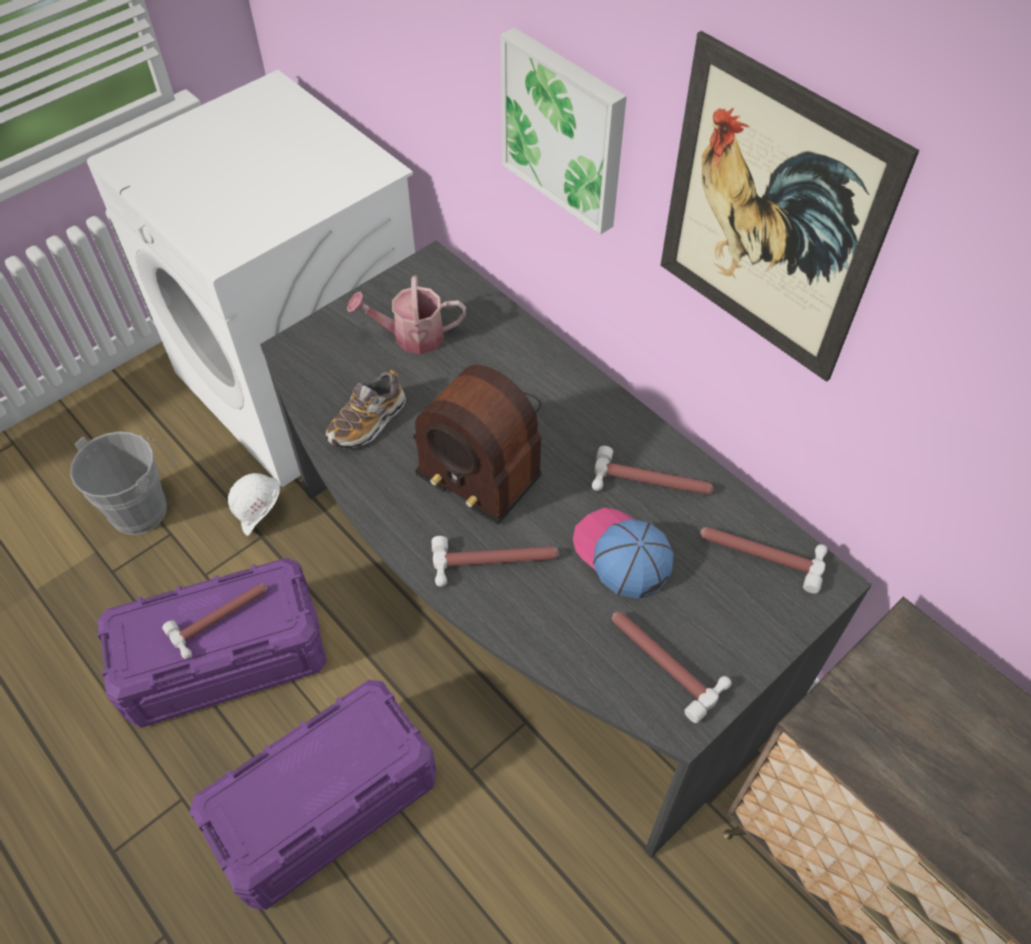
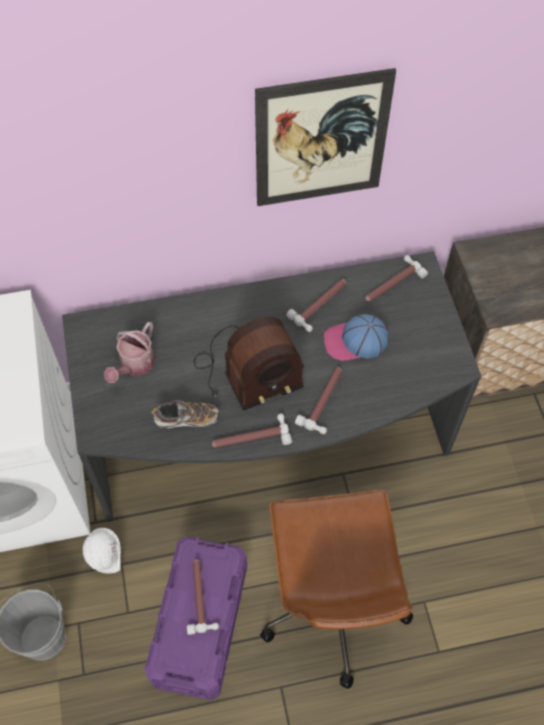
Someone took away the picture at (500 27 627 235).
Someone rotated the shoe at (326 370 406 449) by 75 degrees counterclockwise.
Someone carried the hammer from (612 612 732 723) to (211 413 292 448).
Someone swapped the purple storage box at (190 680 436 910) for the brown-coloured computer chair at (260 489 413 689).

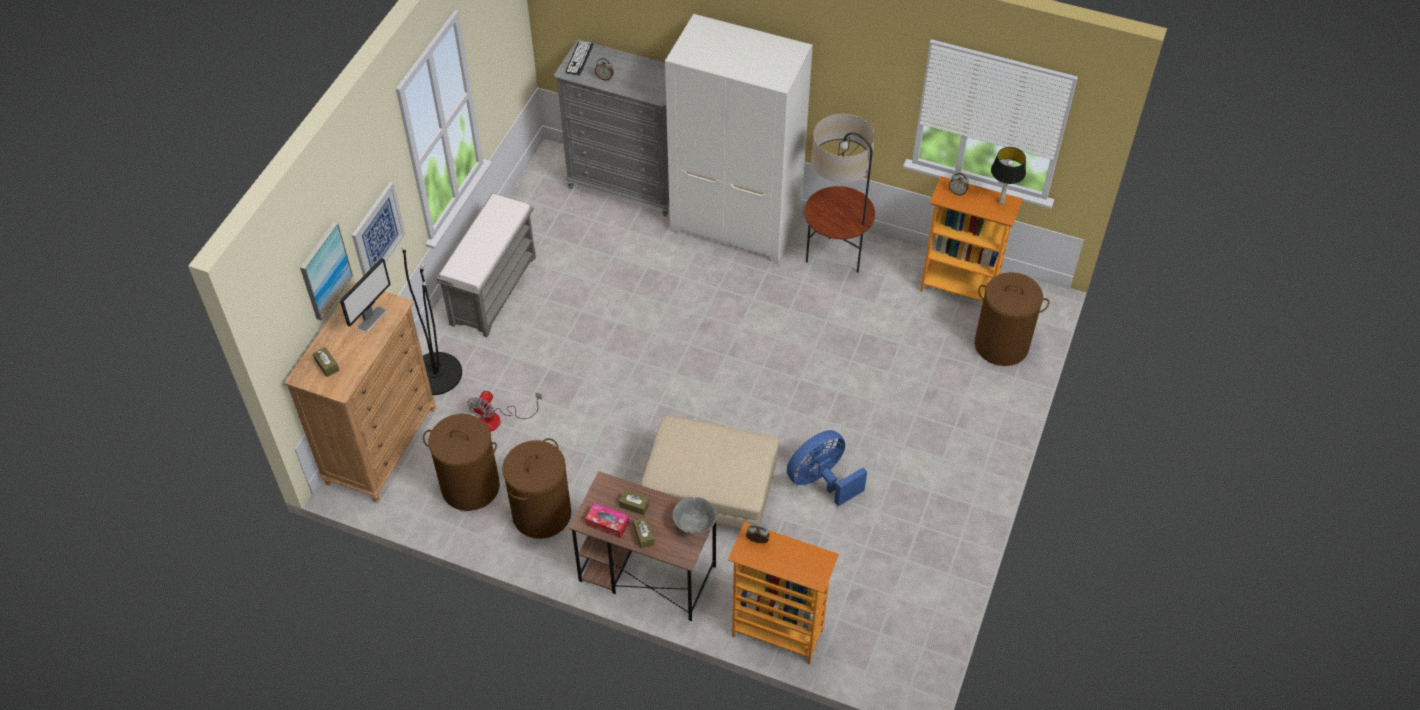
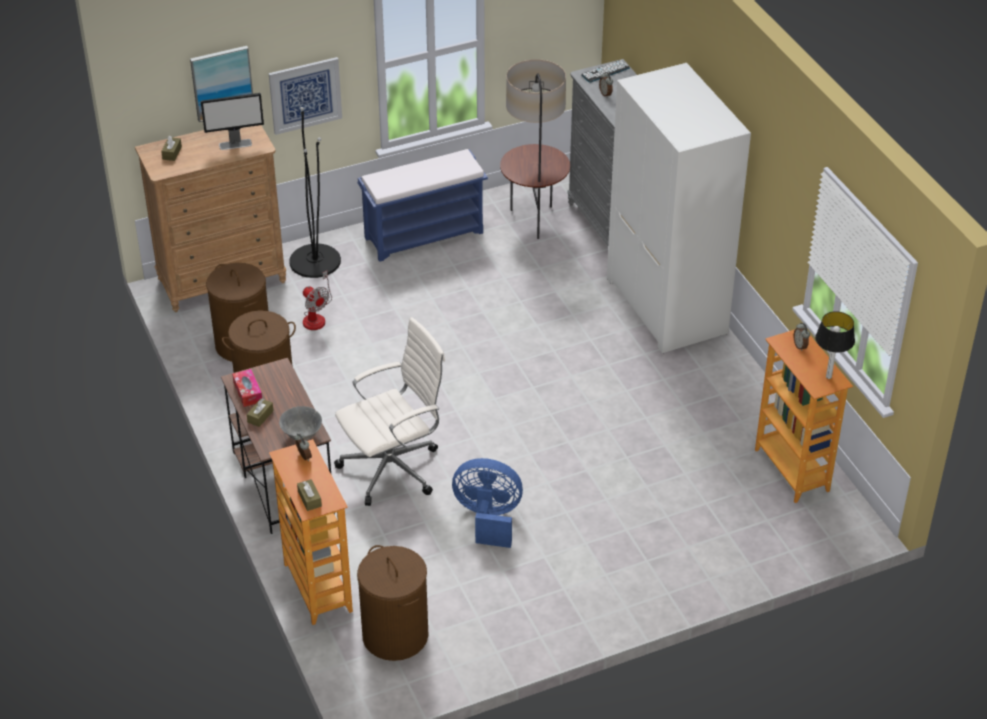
Someone carried the floor lamp from (804 114 875 273) to (500 59 570 239).
Someone repainted the grey bench at (436 193 536 337), which became the bluish bench at (358 149 488 262).
Someone carried the brown-coloured laundry basket from (975 272 1049 366) to (357 545 428 661).
Someone rotated the fan at (467 391 542 431) by 105 degrees counterclockwise.
Someone swapped the beige ottoman at (641 416 779 529) for the white-coloured computer chair at (334 317 445 506).
Someone carried the brown-coloured tissue holder from (619 490 649 515) to (297 479 322 511).

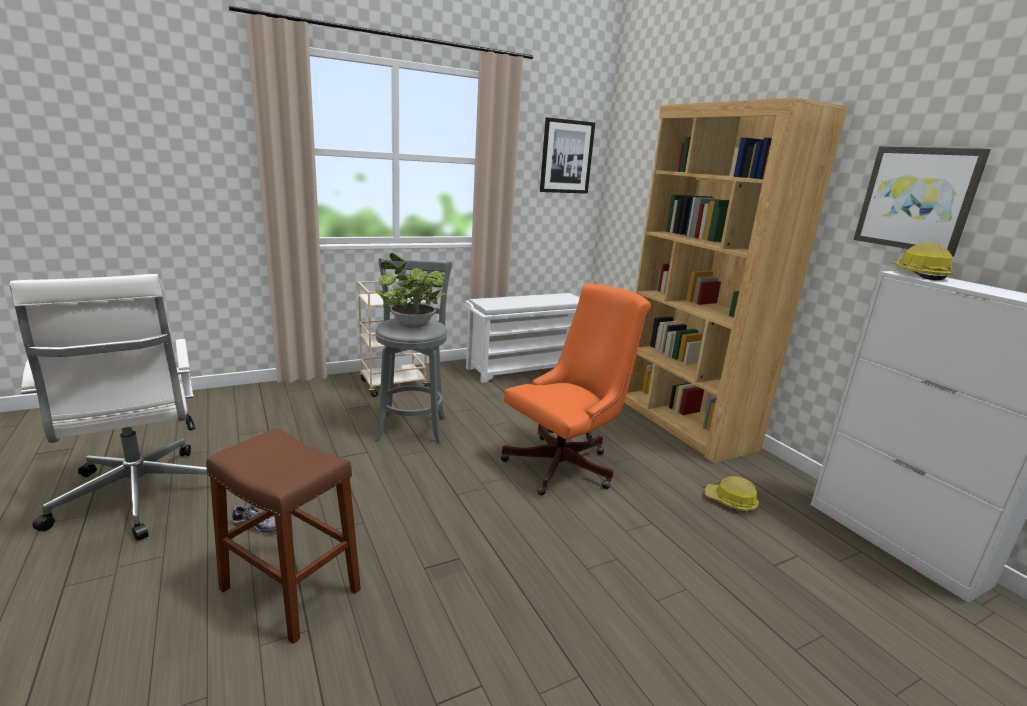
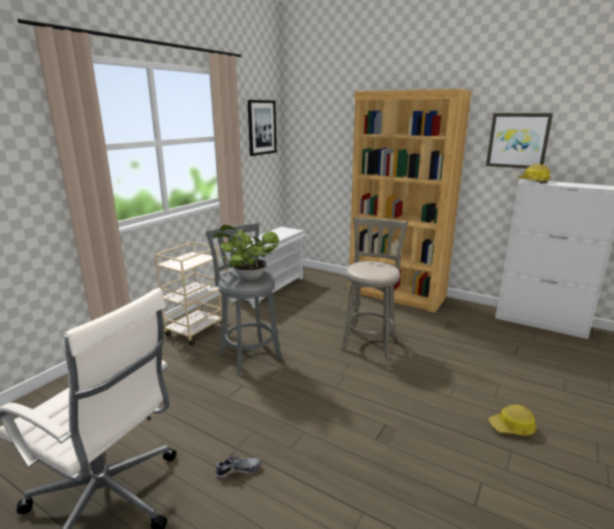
Someone swapped the orangey computer chair at (501 283 651 495) for the grey sitting stool at (340 217 408 360).
Someone took away the brown-coloured sitting stool at (206 428 361 644).
Someone carried the safety helmet from (705 476 759 511) to (489 404 537 435).

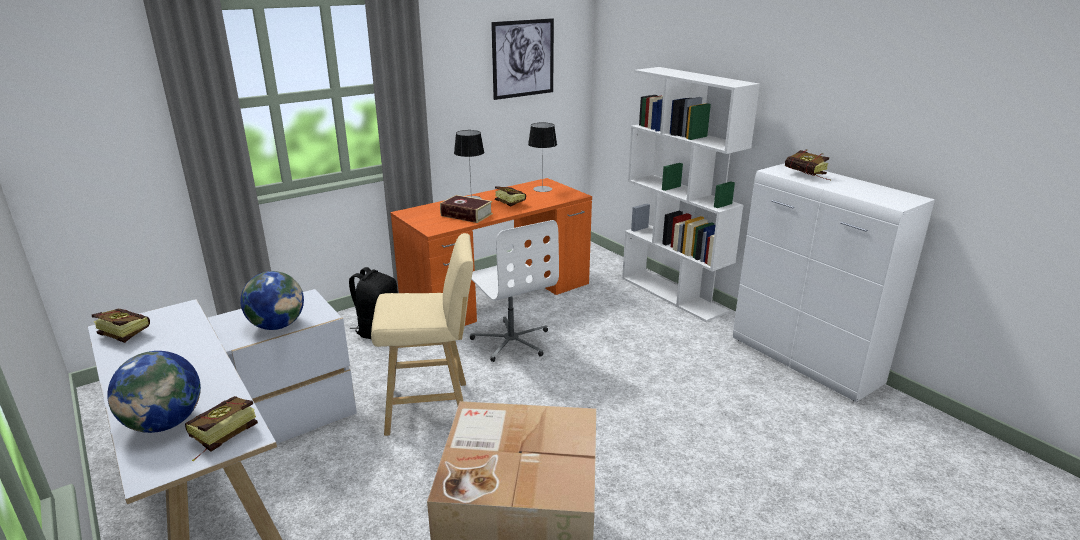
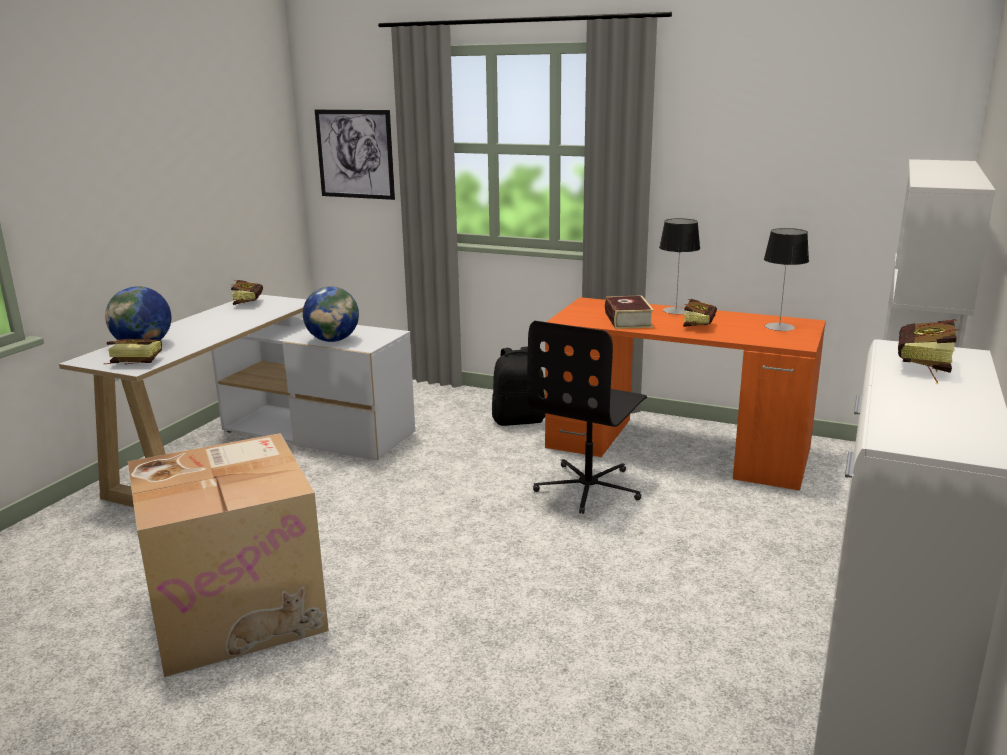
Someone carried the picture from (491 18 554 100) to (315 109 395 200).
Someone repainted the white-coloured computer chair at (470 220 559 362), which became the black computer chair at (527 321 647 514).
Someone took away the beige sitting stool at (371 233 473 436).

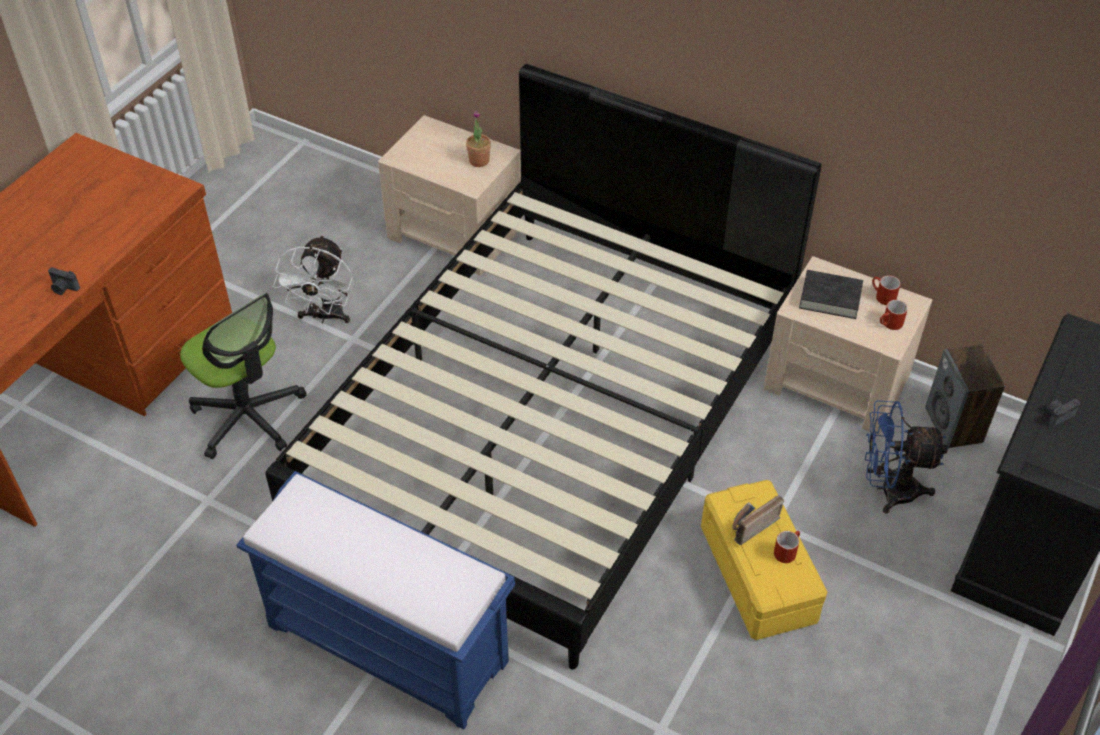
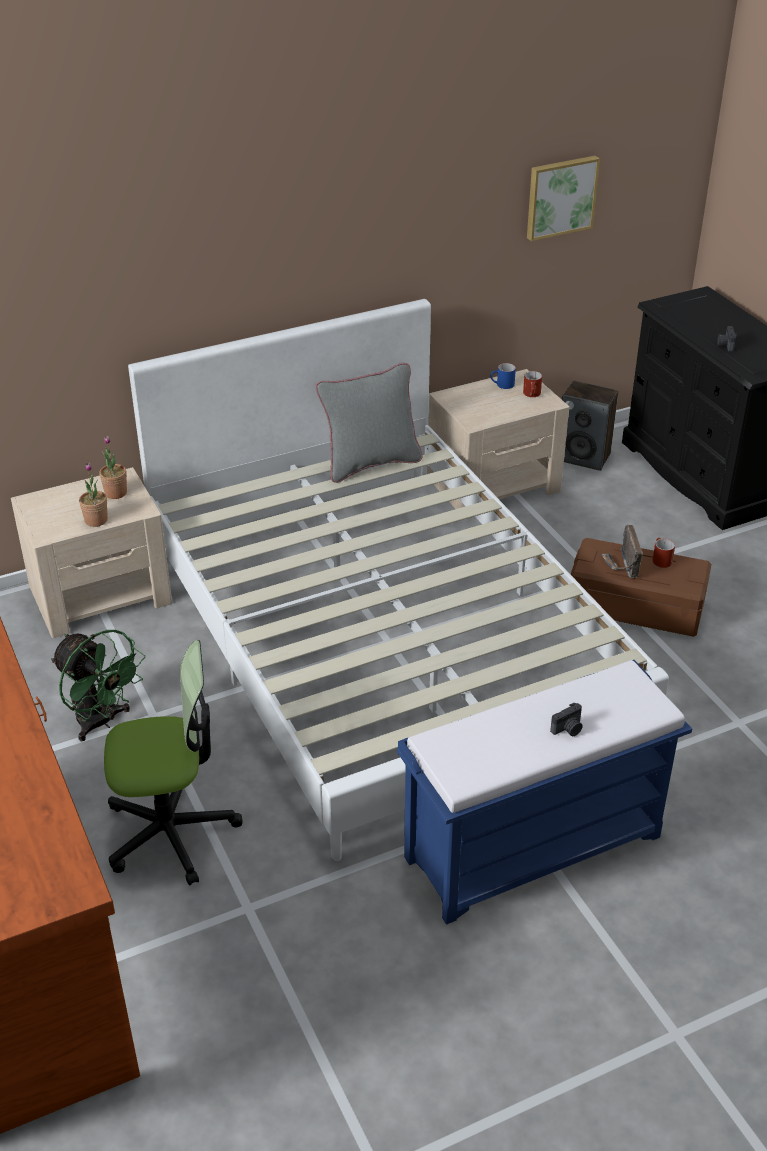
Someone repainted the black bed at (265 64 822 670), which became the white-coloured bed at (128 299 669 861).
Someone repainted the white-coloured fan at (273 235 354 324), which became the green fan at (51 630 145 741).
Someone carried the photo camera from (48 267 80 295) to (550 702 583 736).
Someone took away the black volume at (799 270 863 319).
Someone repainted the red-coloured mug at (872 275 901 305), which became the bluish mug at (490 363 516 389).
Someone took away the bluish fan at (865 400 948 514).
Someone repainted the yellow storage box at (701 480 827 640), which became the brown-coloured storage box at (571 538 712 637).
Someone put up the picture at (527 156 600 241).
Someone put down the grey cushion at (316 363 423 483).
Someone put down the potted plant at (79 463 108 527).

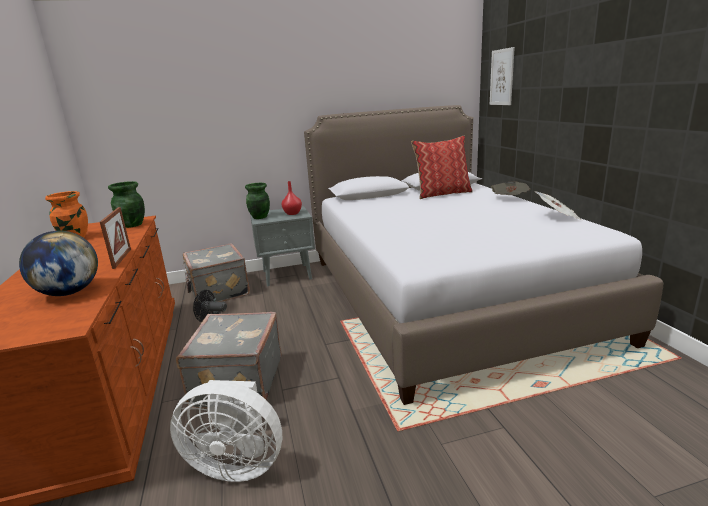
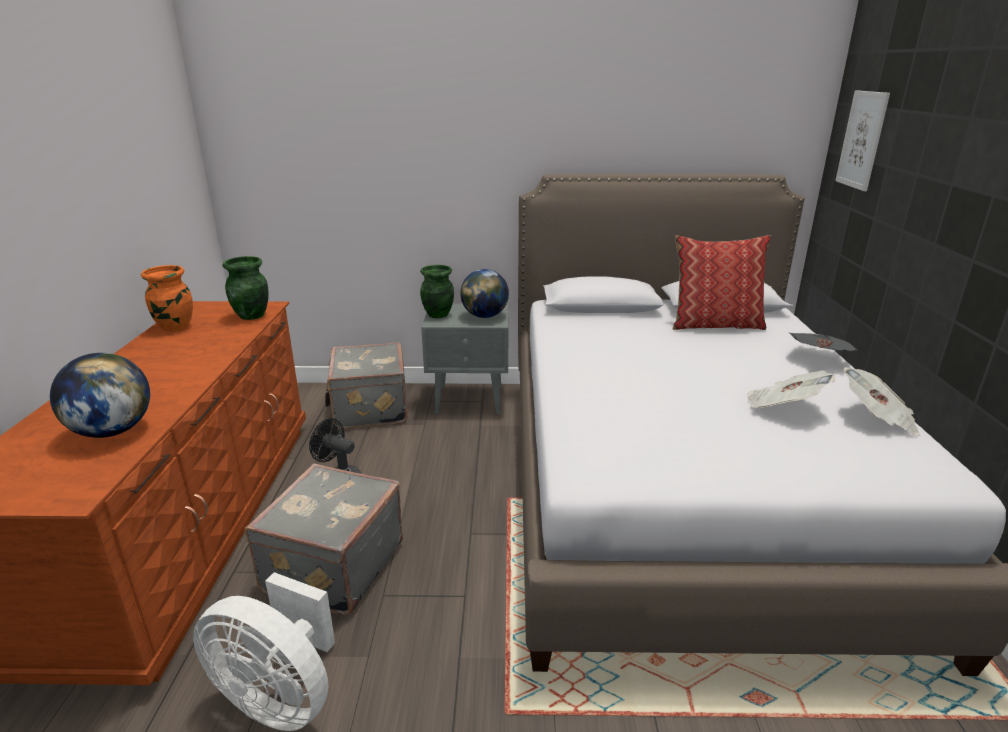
Someone swapped the red-coloured flower vase at (281 181 302 215) for the world globe at (460 269 509 318).
Someone took away the photo frame at (100 207 131 269).
Someone put down the printed paper at (747 370 836 409).

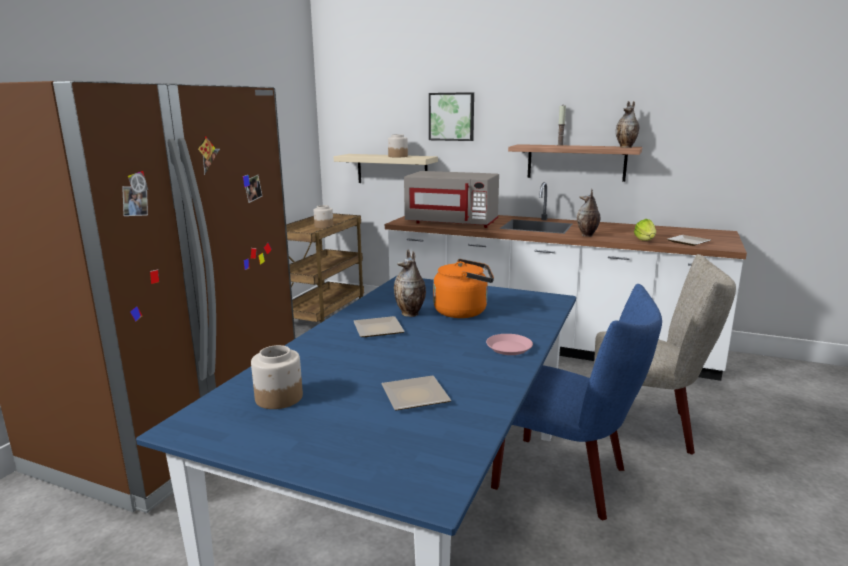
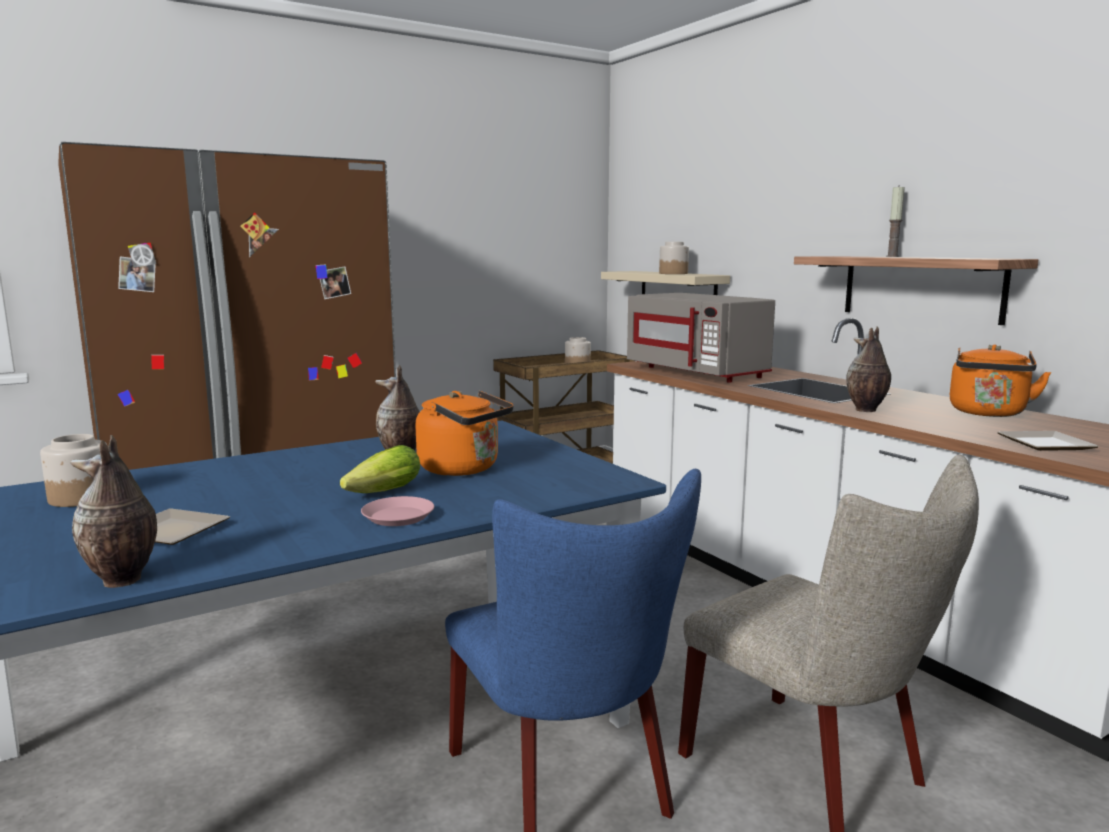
Someone took away the picture at (429 92 474 141).
Someone carried the flower vase from (616 101 639 148) to (70 435 157 588).
Someone carried the lettuce head from (634 219 656 241) to (340 445 420 493).
Someone took away the flat dish at (354 316 405 337).
Someone put down the orangey kettle at (950 345 1051 417).

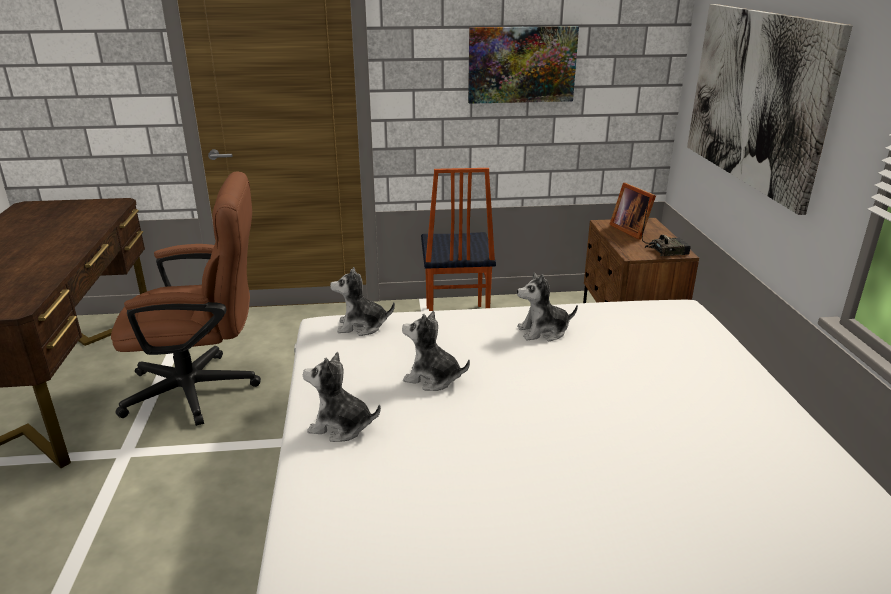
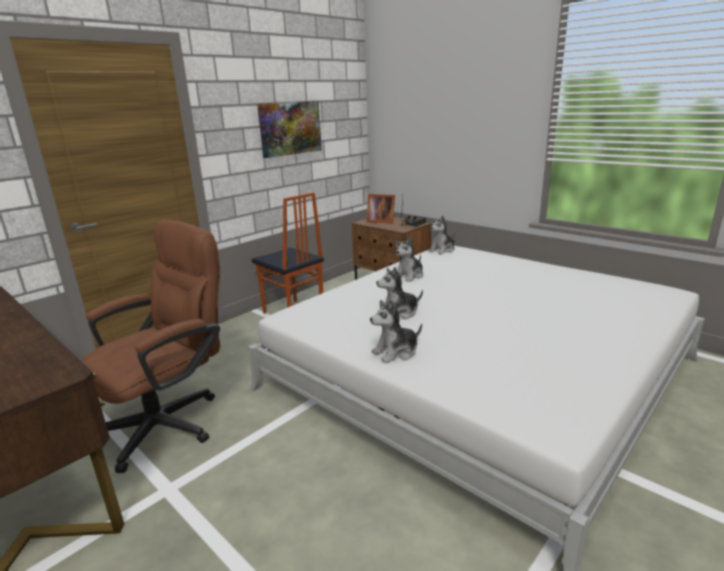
Someone took away the picture at (687 4 853 215).
Someone carried the cuddly toy from (330 267 395 336) to (428 216 455 254).

